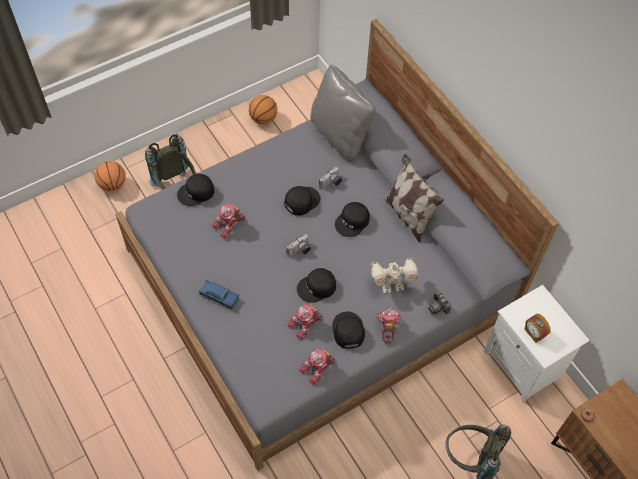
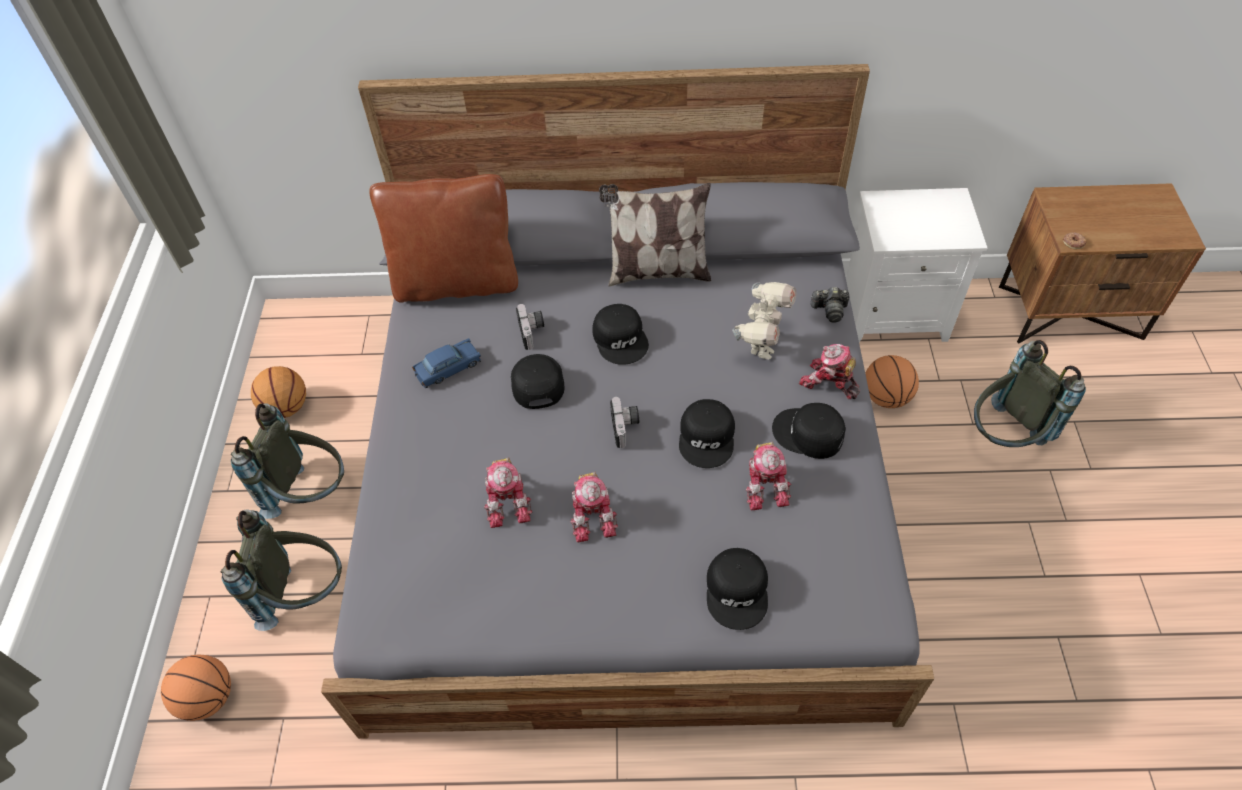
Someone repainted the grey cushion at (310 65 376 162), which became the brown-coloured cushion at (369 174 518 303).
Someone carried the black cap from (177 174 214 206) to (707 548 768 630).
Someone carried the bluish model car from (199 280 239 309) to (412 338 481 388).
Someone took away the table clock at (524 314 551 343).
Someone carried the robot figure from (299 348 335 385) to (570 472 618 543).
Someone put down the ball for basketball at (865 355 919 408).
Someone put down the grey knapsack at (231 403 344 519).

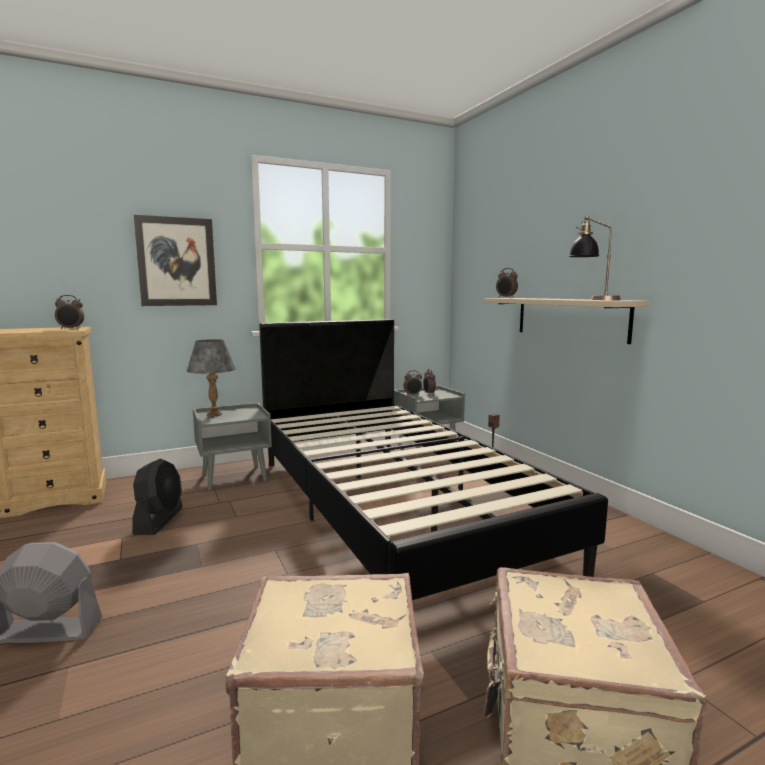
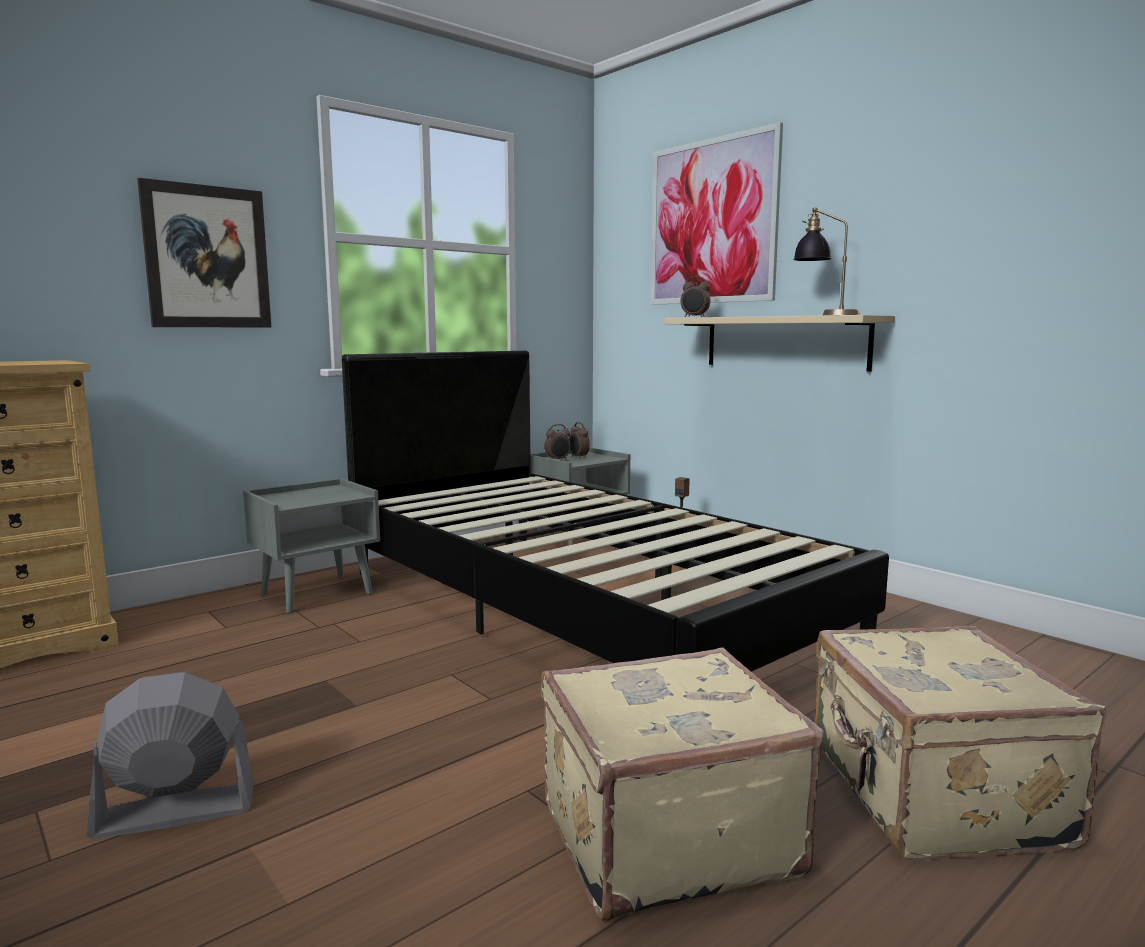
Someone took away the table clock at (55 295 84 329).
Someone took away the grey table lamp at (187 339 236 417).
Someone took away the black fan at (133 458 182 535).
Someone put up the picture at (651 122 783 305).

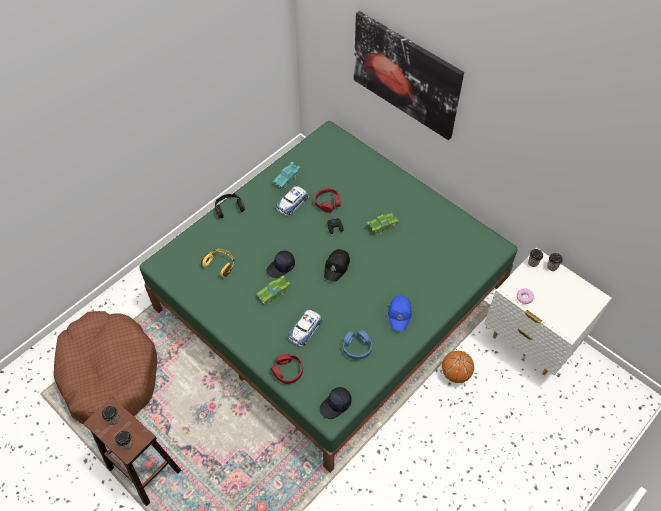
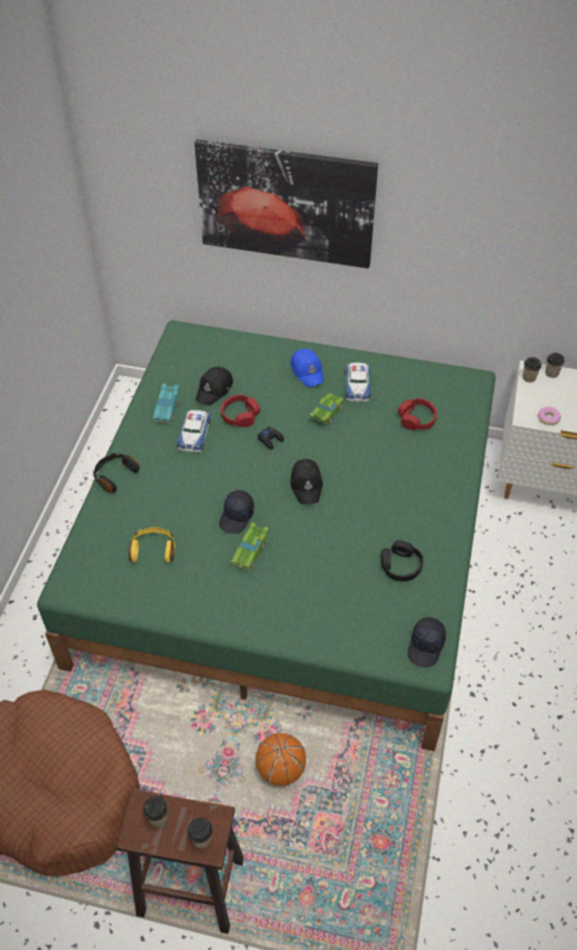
Someone carried the bluish cap from (388 295 412 331) to (291 349 323 387).
Someone carried the model car from (288 309 323 347) to (346 362 371 402).
Someone repainted the bluish headphones at (343 330 373 359), which became the black headphones at (381 540 423 581).
Someone carried the ball for basketball from (442 351 474 383) to (256 733 306 786).
Someone carried the red-coloured headphones from (271 354 303 384) to (398 398 437 430).
Someone put down the black cap at (196 367 233 406).

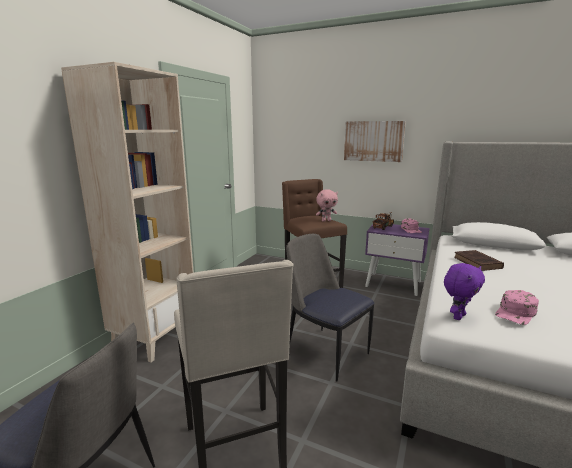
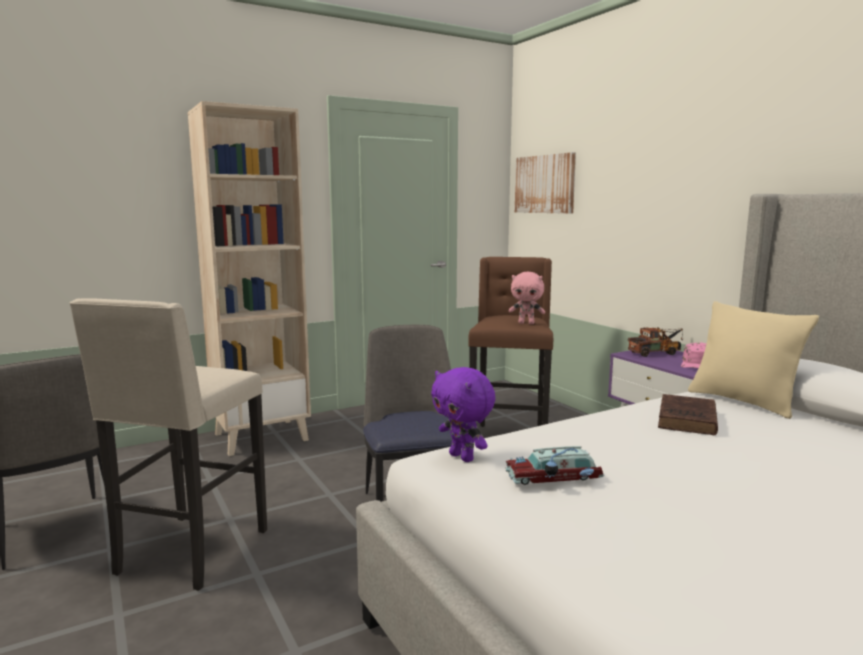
Someone carried the picture from (344 121 406 162) to (515 152 576 214).
Someone rotated the purple cuddly toy at (444 263 485 320) by 60 degrees clockwise.
Someone swapped the pinkish cap at (495 290 539 325) for the model car at (505 446 604 485).
Someone put down the beige cushion at (688 301 819 419).

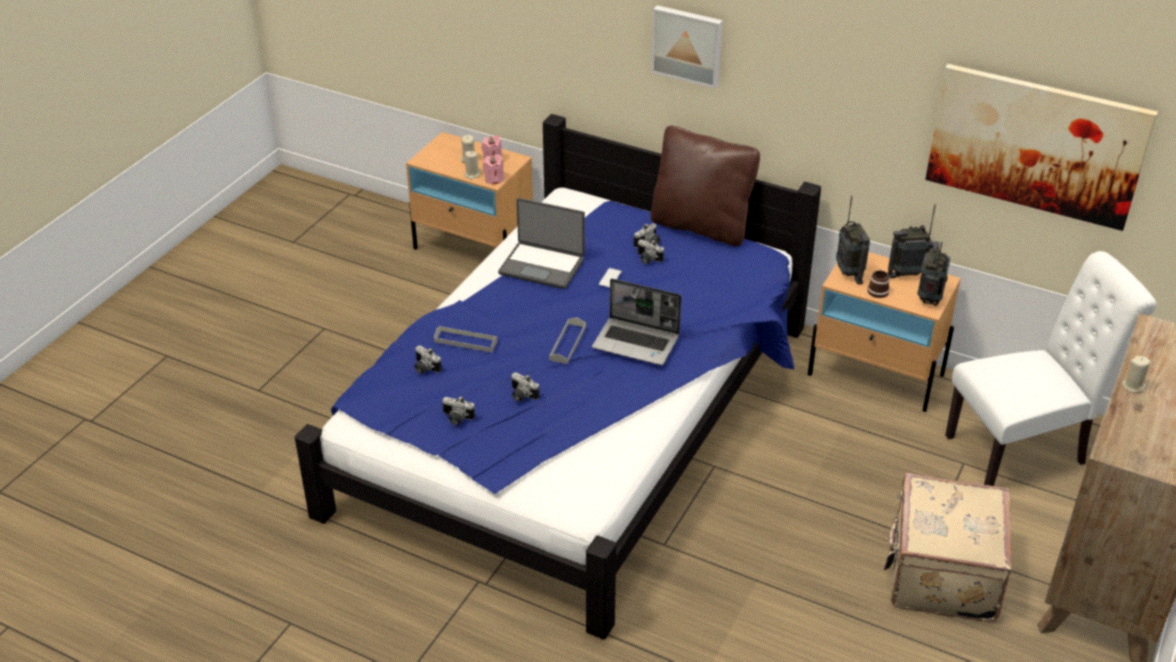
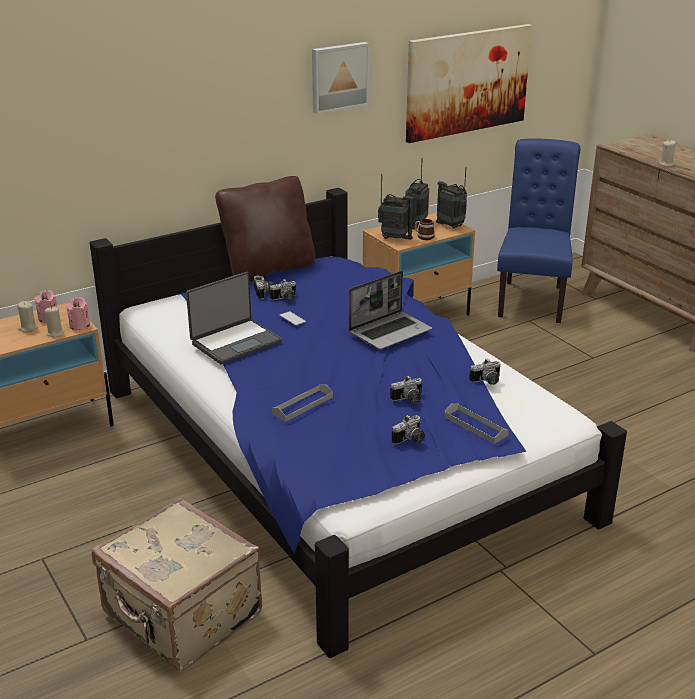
Someone carried the picture from (651 5 723 88) to (312 42 370 114).
Someone repainted the white-coloured chair at (945 251 1156 486), which became the bluish chair at (497 138 580 323).
Someone carried the grey tray from (549 317 586 364) to (444 403 509 444).
Someone carried the photo camera from (414 345 442 374) to (469 358 500 385).
Someone carried the beige piece of luggage from (884 473 1011 622) to (92 498 262 671).

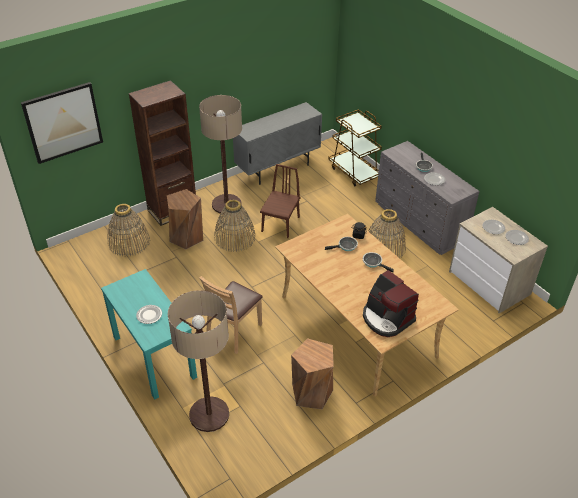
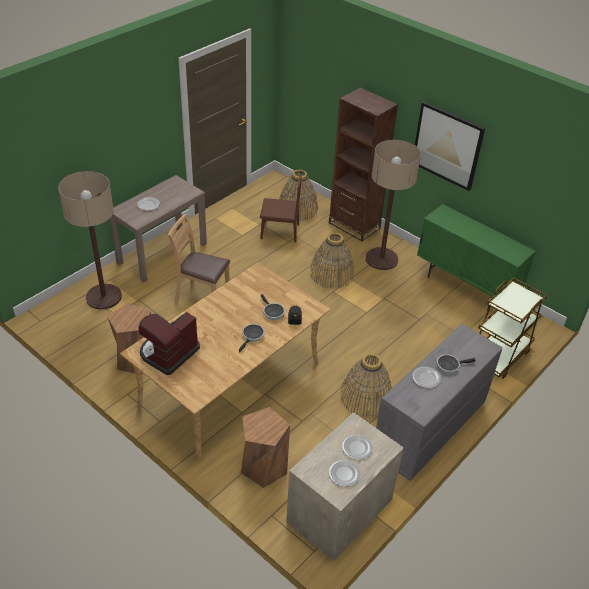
Someone carried the picture from (21 82 103 164) to (415 102 485 191).
Someone repainted the grey cupboard at (233 102 322 185), which became the green cupboard at (417 204 536 311).
Someone carried the brown-coloured chair from (260 164 300 238) to (260 175 301 242).
Someone carried the brown-coloured sitting stool from (167 189 203 249) to (241 407 290 488).
Someone repainted the turquoise console table at (101 269 197 400), which became the brown-coloured console table at (110 175 207 283).

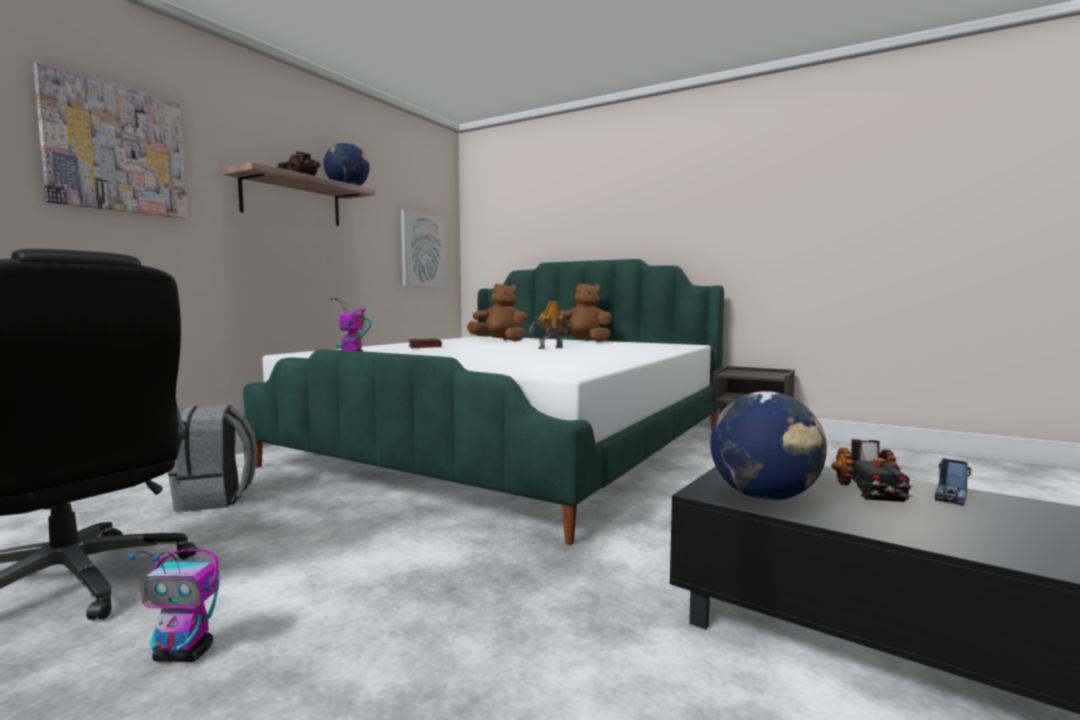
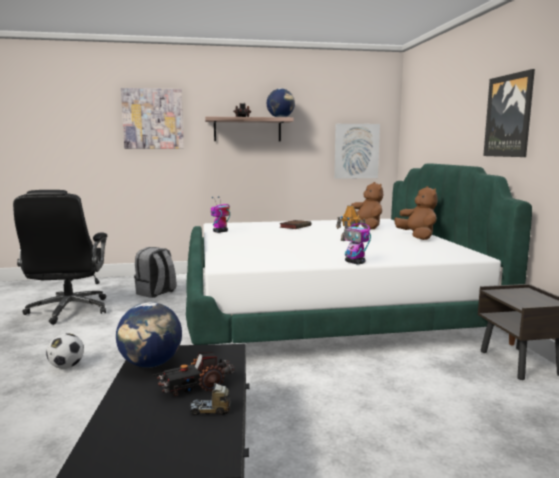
Someone carried the robot figure from (128 549 220 662) to (341 216 371 264).
Someone put up the picture at (483 69 535 157).
Someone put down the ball for football at (46 333 84 369).

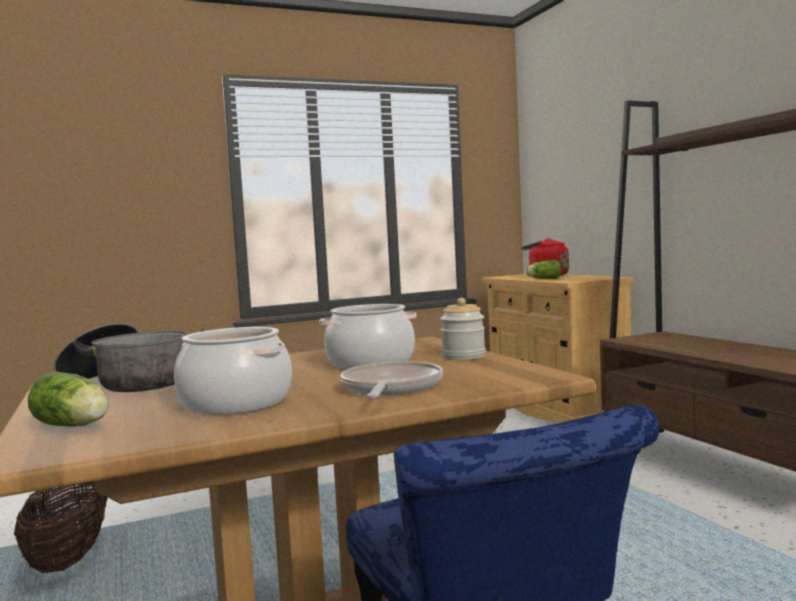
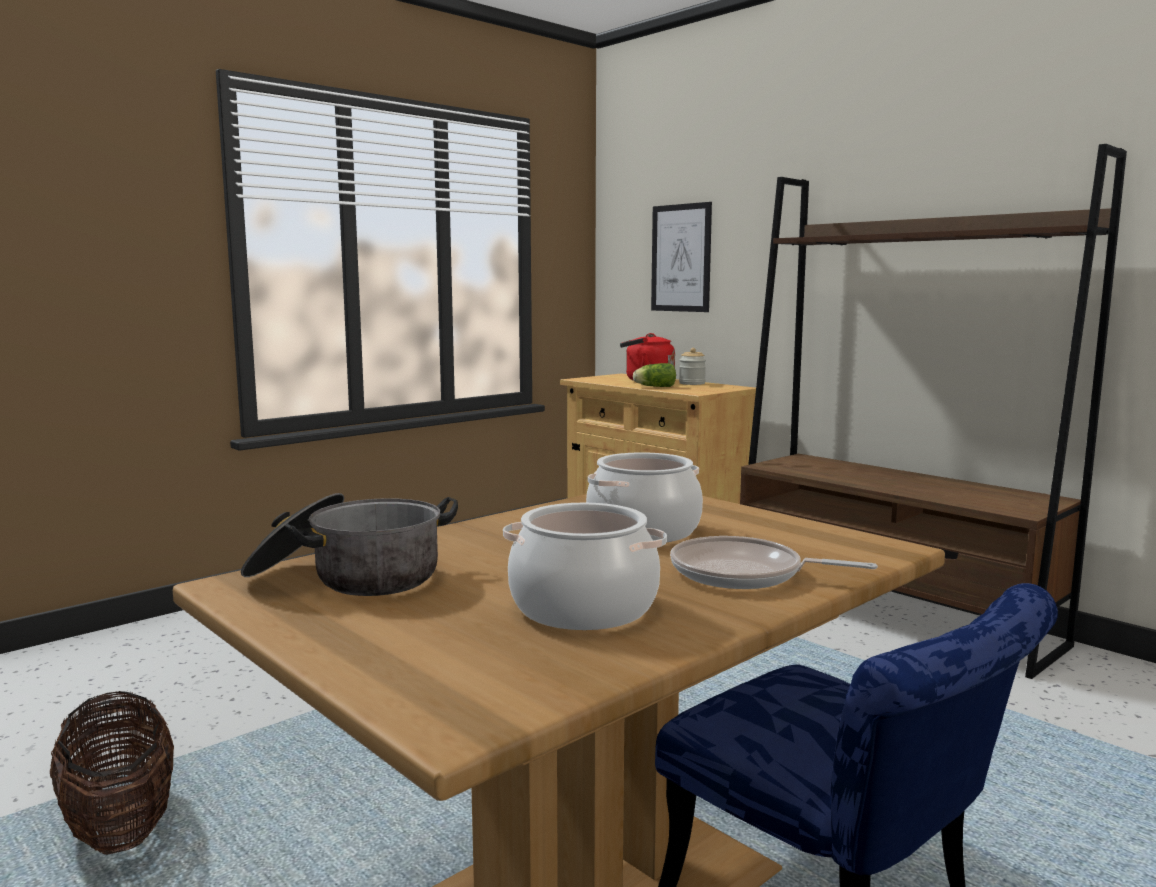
Someone carried the storage jar from (440 298 486 360) to (679 348 706 385).
Someone rotated the pan at (340 361 443 398) by 60 degrees counterclockwise.
Someone took away the lettuce head at (28 372 109 427).
Someone put up the picture at (651 202 712 312).

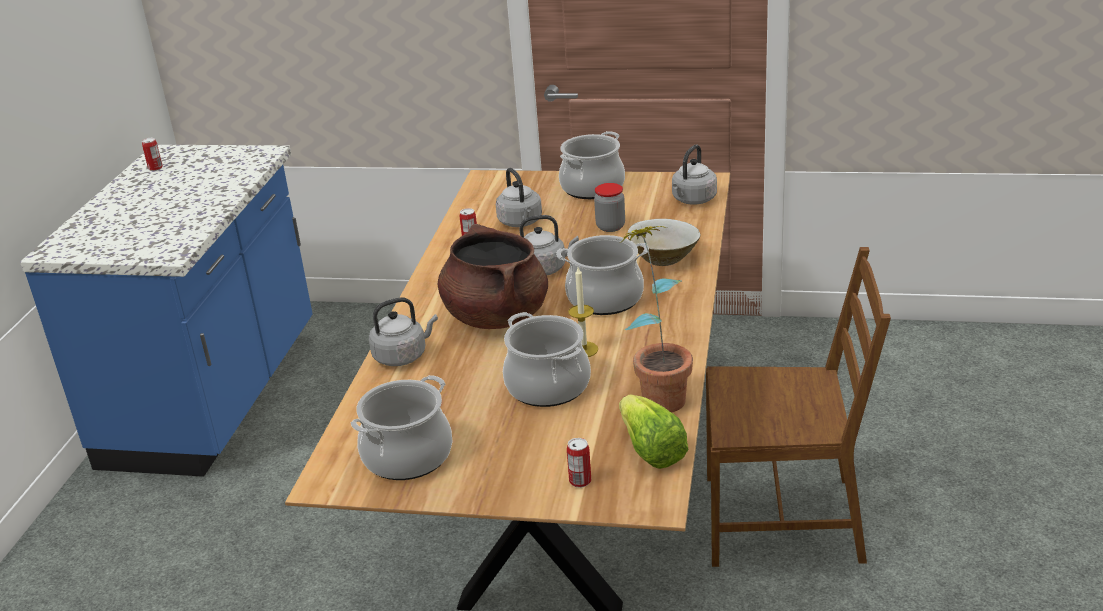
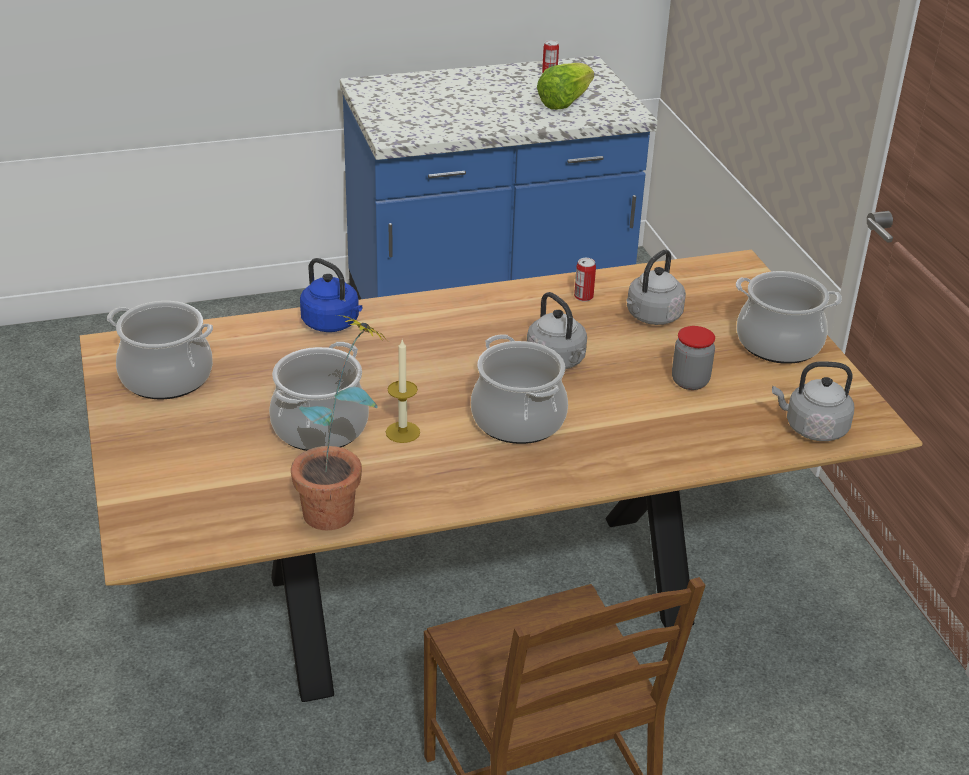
Someone took away the beige deep dish at (627 219 700 266).
Someone took away the brown-coloured cooking pot at (438 224 548 329).
Someone repainted the grey kettle at (369 297 438 366), which became the bluish kettle at (300 258 363 332).
Someone carried the lettuce head from (619 394 689 469) to (537 63 594 110).
Someone took away the sealed can at (567 438 591 488).

